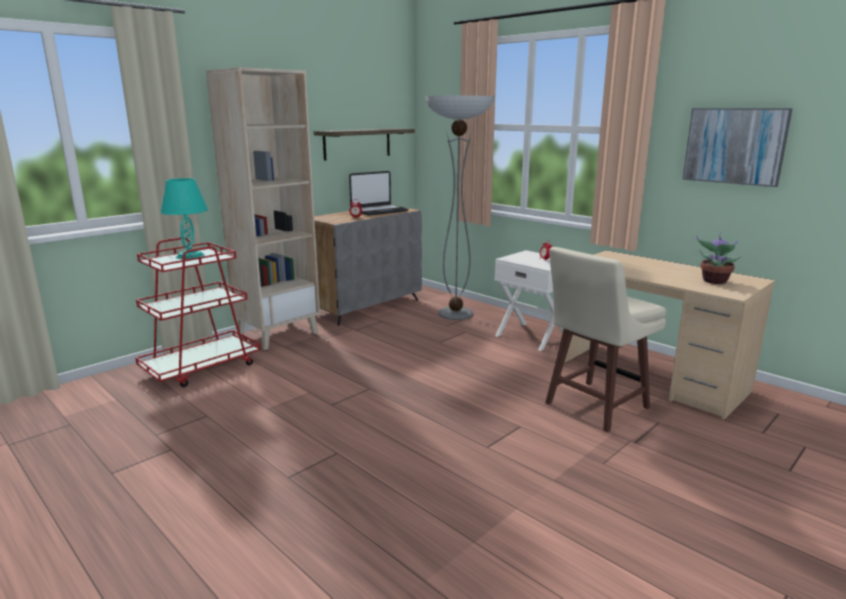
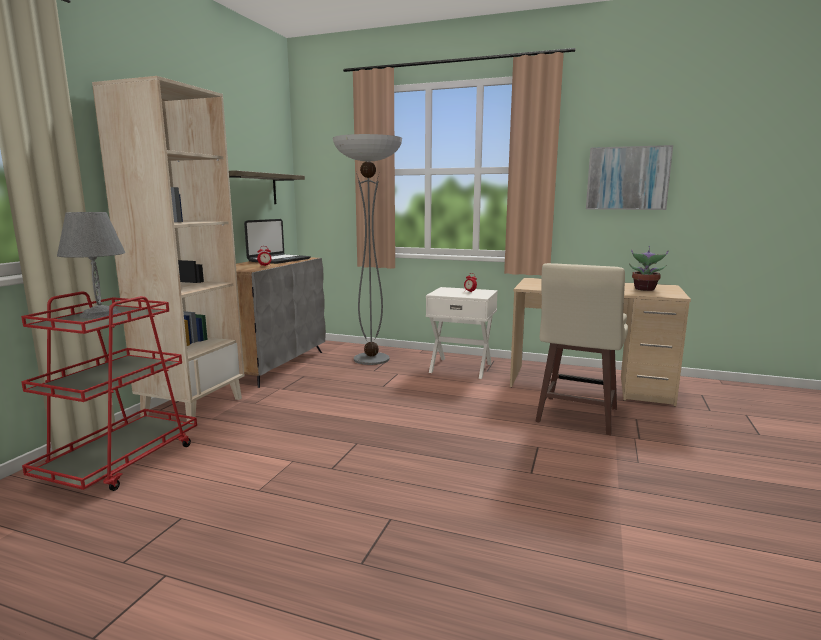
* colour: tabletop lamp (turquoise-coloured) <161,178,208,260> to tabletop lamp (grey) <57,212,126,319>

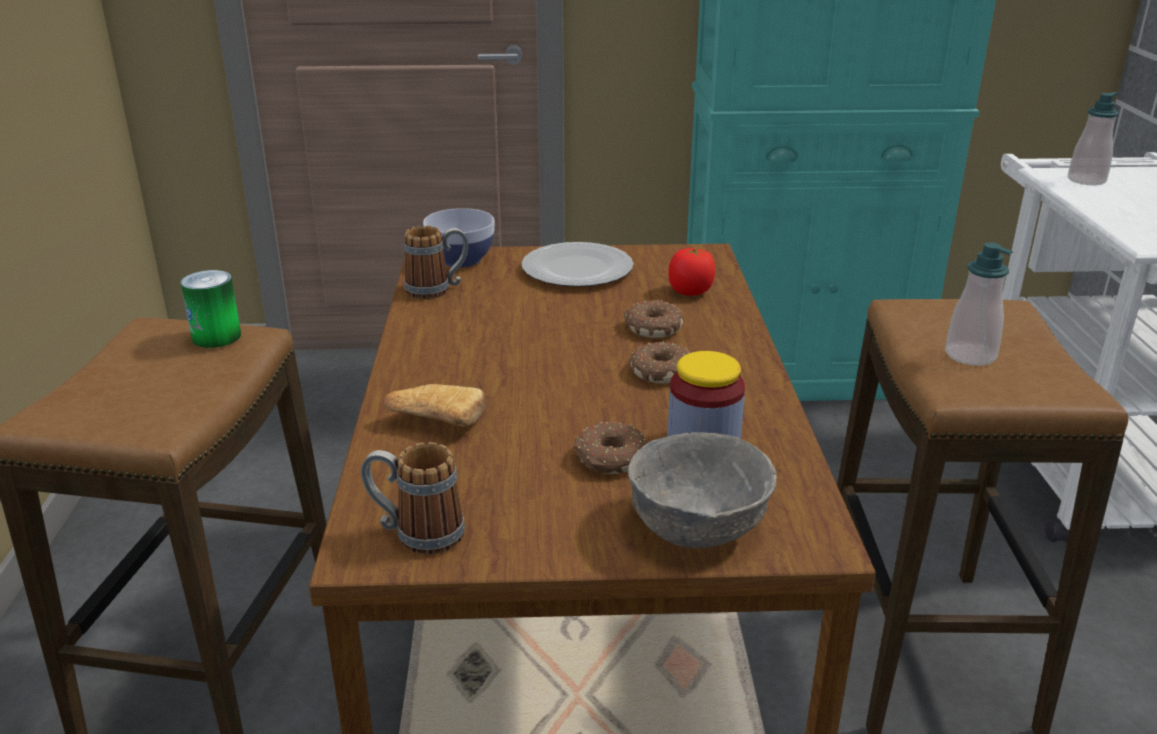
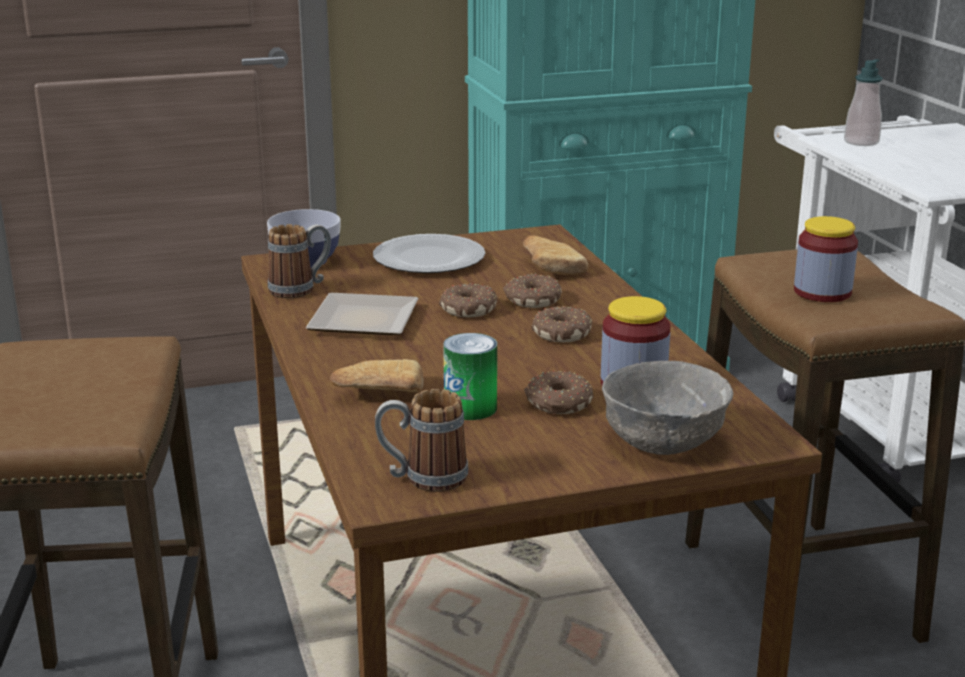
* relocated: metal can <181,270,241,348> to <443,333,497,420>
* exchanged: whole tomato <668,248,715,296> to bakery bread <523,235,588,275>
* exchanged: soap bottle <945,242,1013,366> to jar <794,216,858,302>
* appeared: dinner plate <306,293,419,335>
* appeared: donut <439,283,498,317>

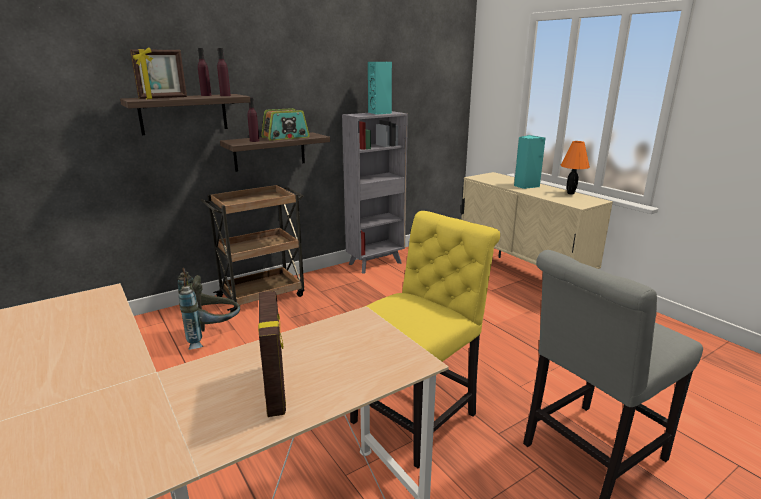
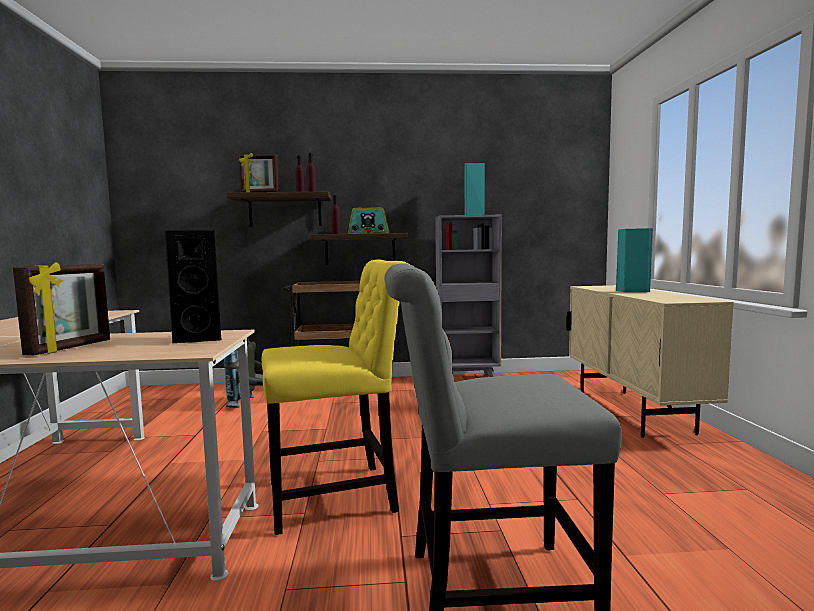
* missing: tabletop lamp (orange) <560,141,590,195>
* appeared: audio speaker (black) <165,230,222,344>

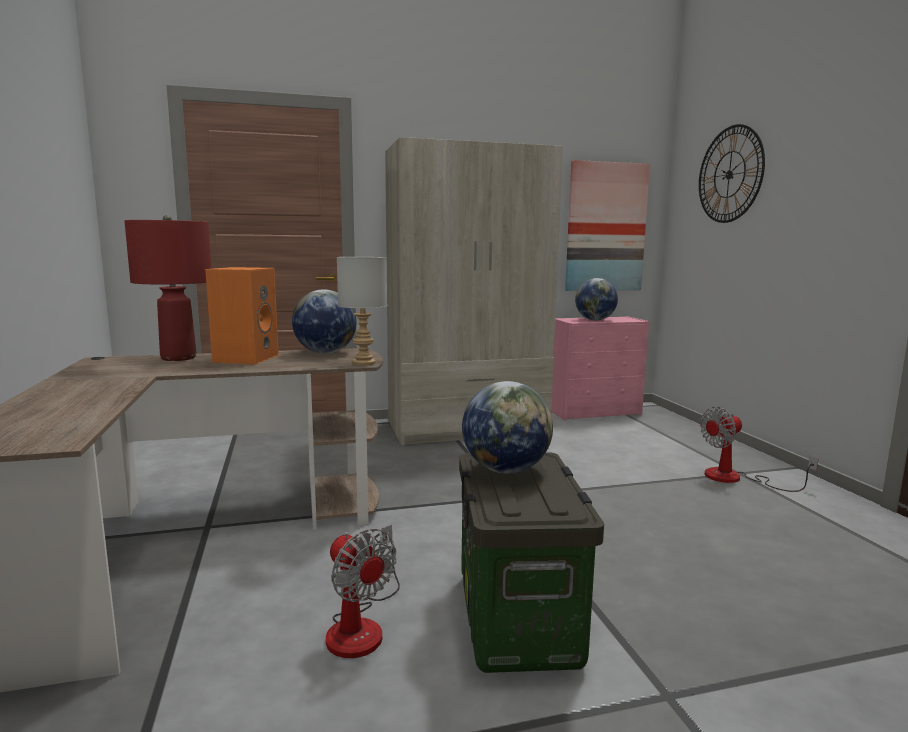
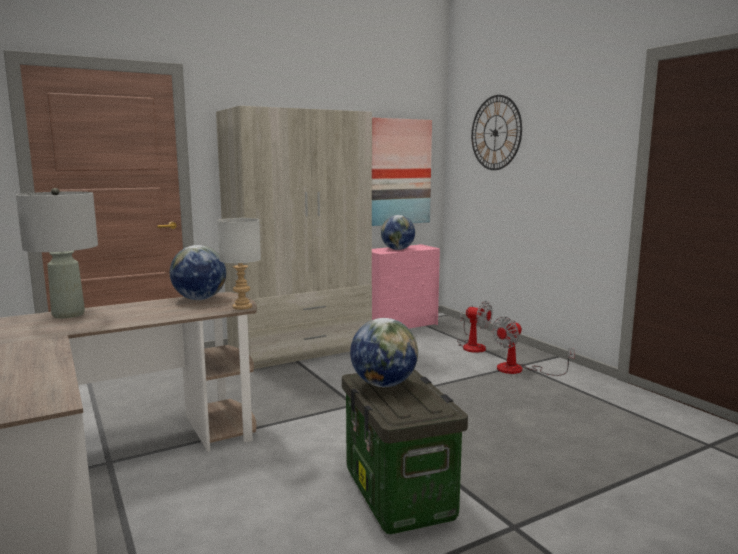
* colour: tabletop lamp (red-coloured) <124,215,211,361> to tabletop lamp (grey) <16,188,98,318>
* missing: audio speaker (orange) <205,267,279,365>
* relocated: cooling fan <326,525,400,658> to <457,301,493,353>

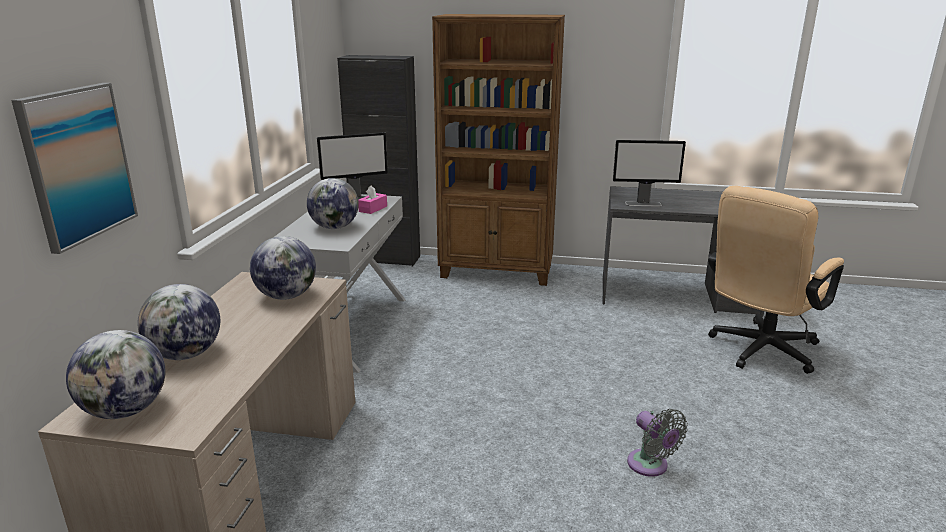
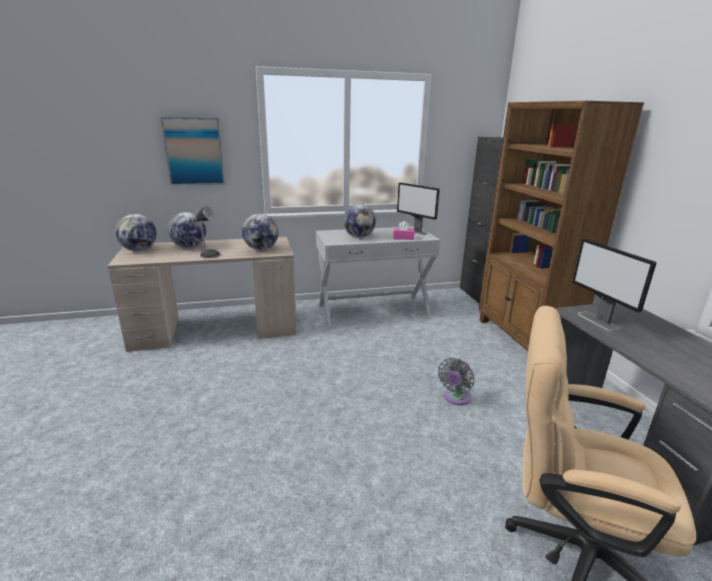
* relocated: cooling fan (grey) <627,409,688,477> to <438,358,475,405>
* appeared: tabletop lamp <193,206,220,259>

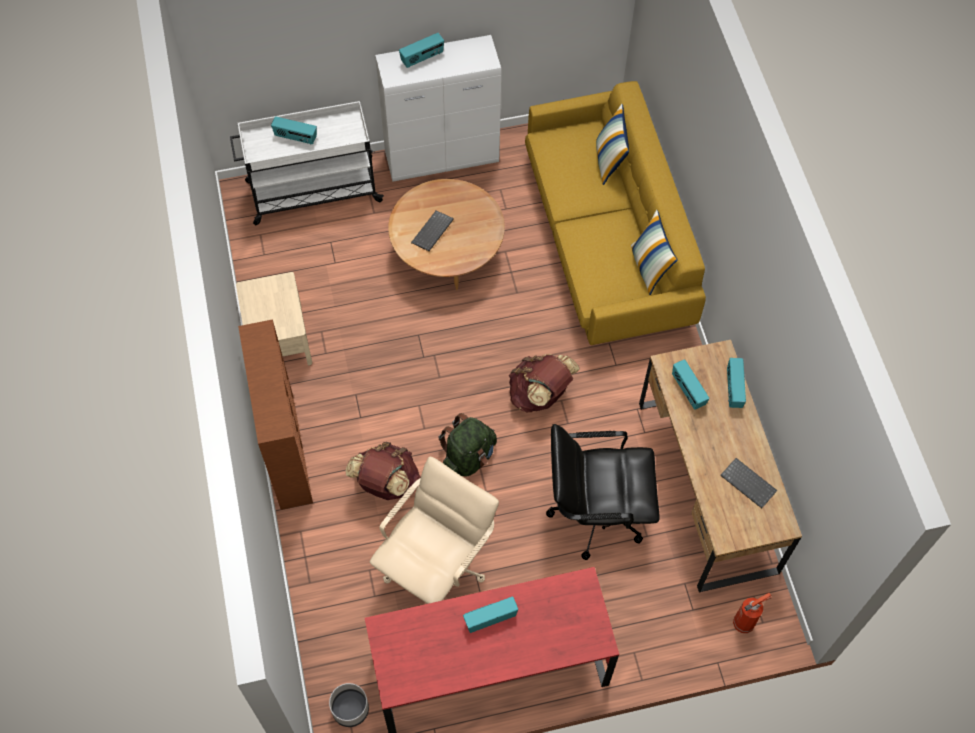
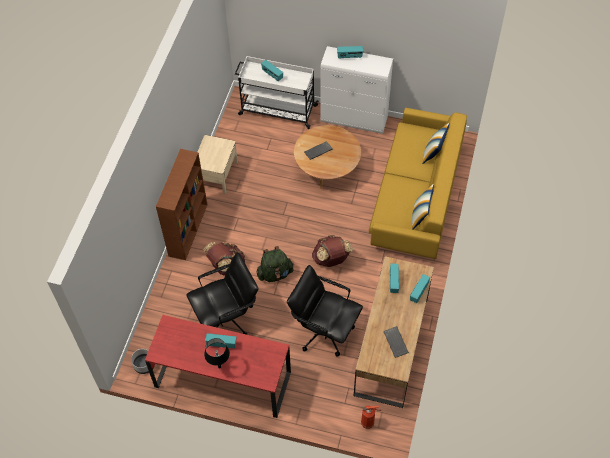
* colour: computer chair (beige-coloured) <370,456,499,604> to computer chair (black) <186,253,258,335>
* appeared: tabletop lamp (black) <204,338,230,369>

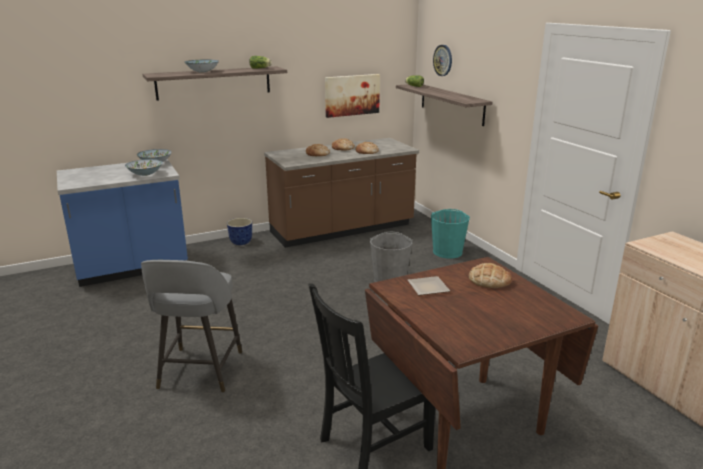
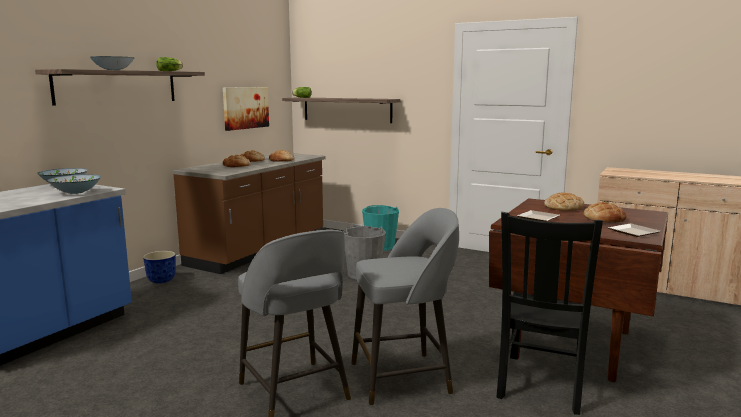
* missing: clock on the wall <433,45,452,76>
* appeared: stool seat (grey) <351,208,459,405>
* appeared: bakery bread <584,202,627,223>
* appeared: dinner plate <608,223,661,237>

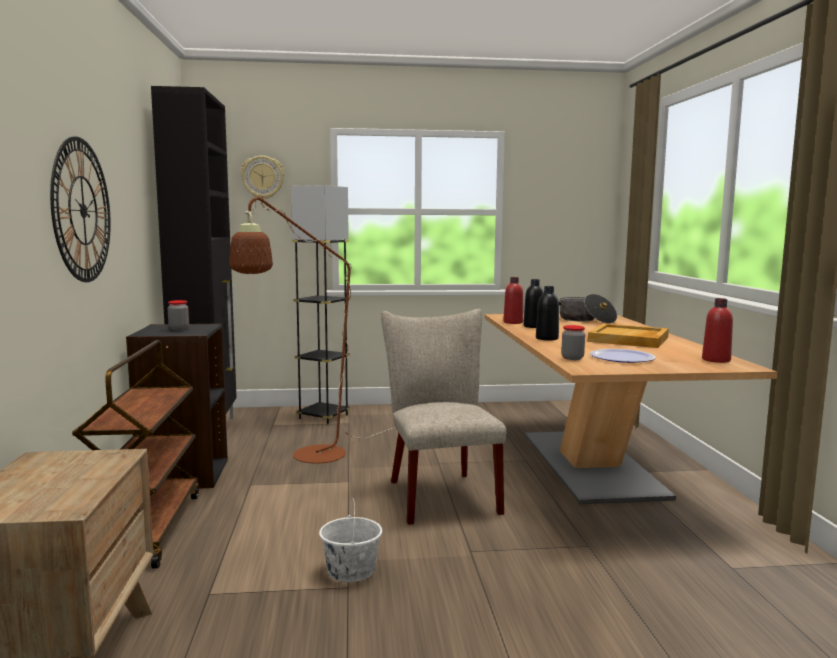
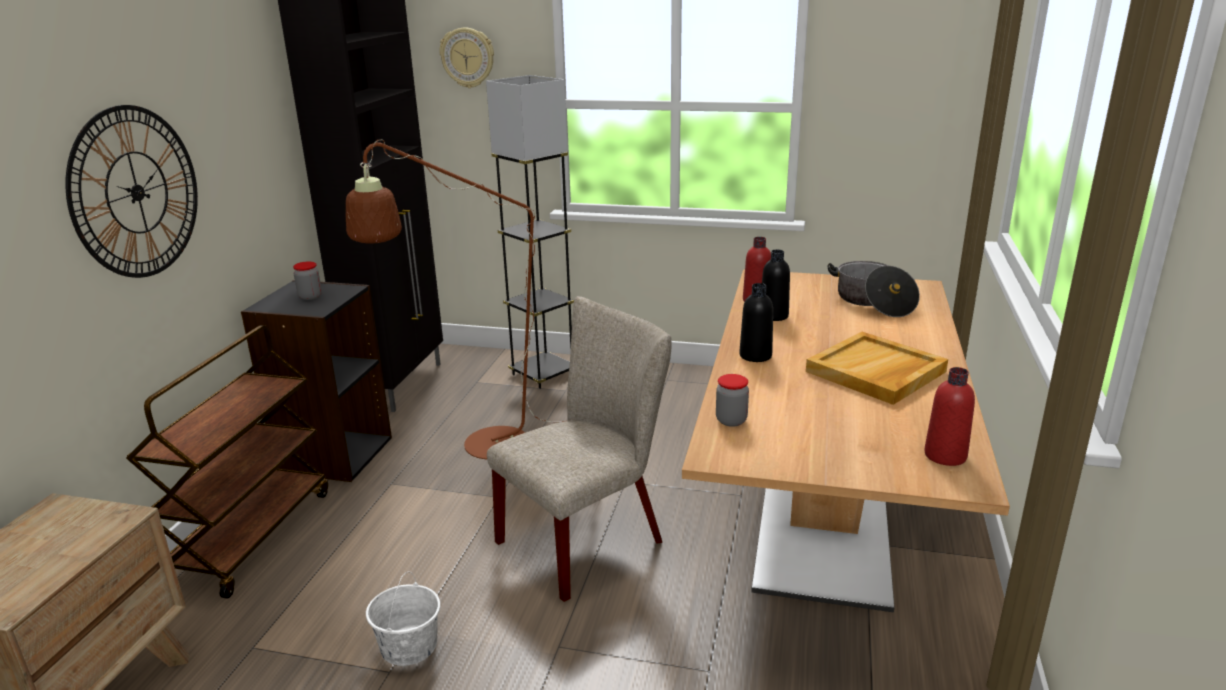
* spun: upright chair (beige-coloured) <381,309,506,525> = <487,296,672,602> 45 degrees clockwise
* missing: dinner plate <590,349,655,363>

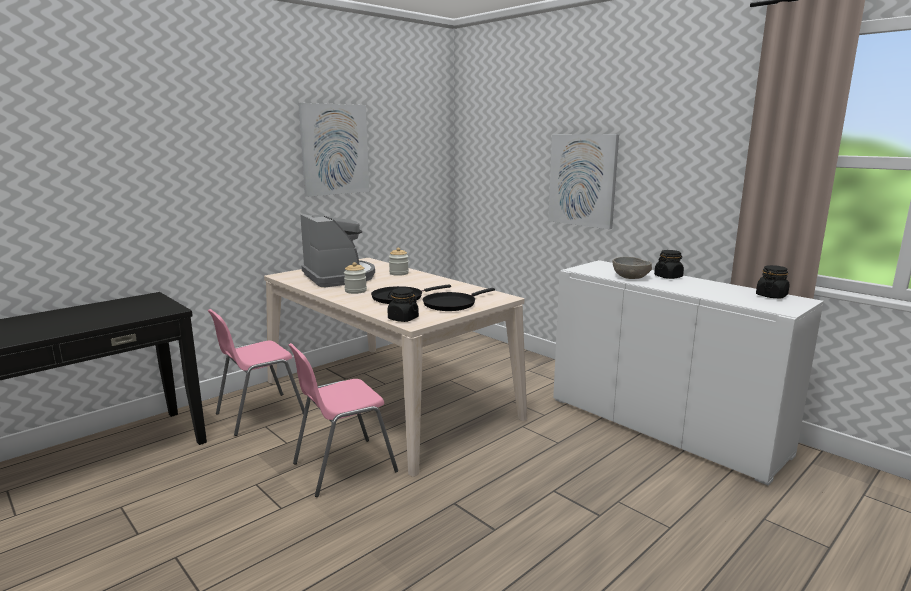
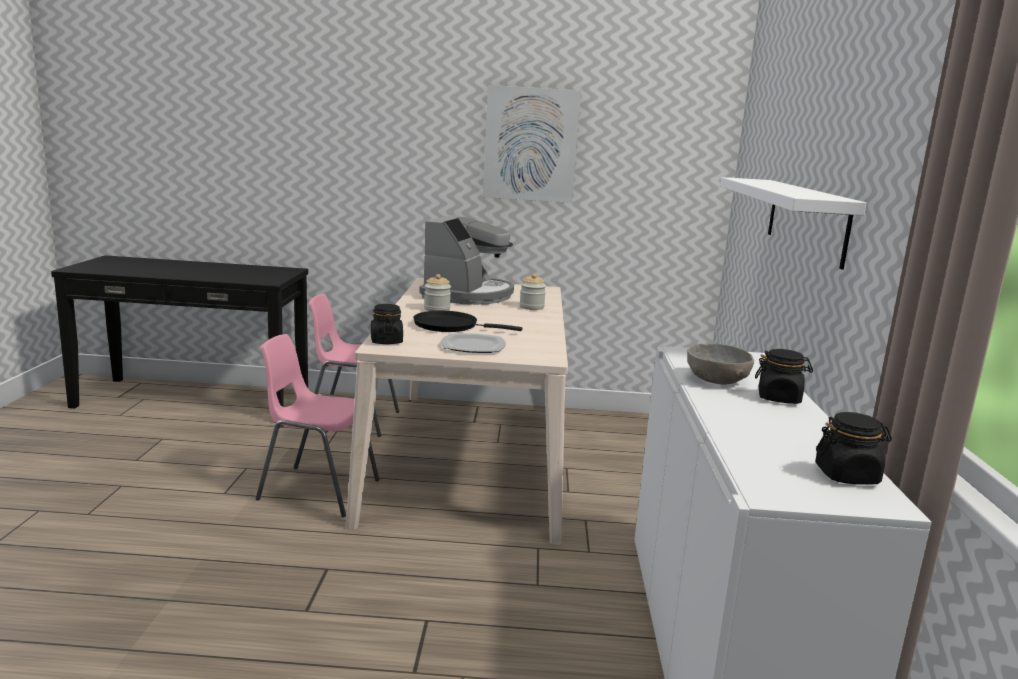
* exchanged: pan (black) <423,288,495,311> to dinner plate <441,333,506,353>
* exchanged: wall art <548,134,619,229> to wall shelf (whitish) <720,177,866,270>

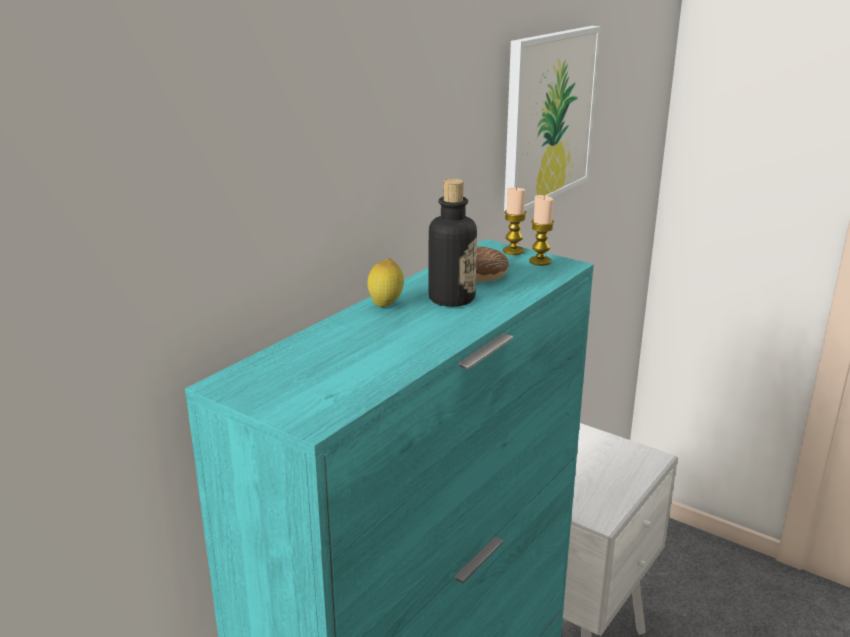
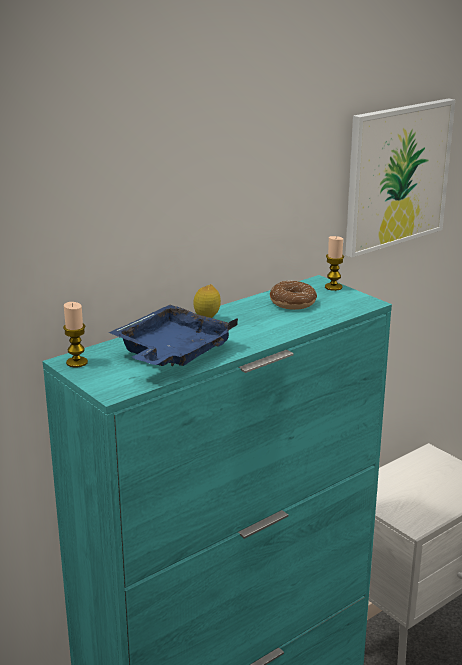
* missing: beverage bottle <429,179,477,307>
* relocated: wax candle <529,195,554,266> to <63,302,88,367>
* appeared: tray (blue) <109,305,238,366>

